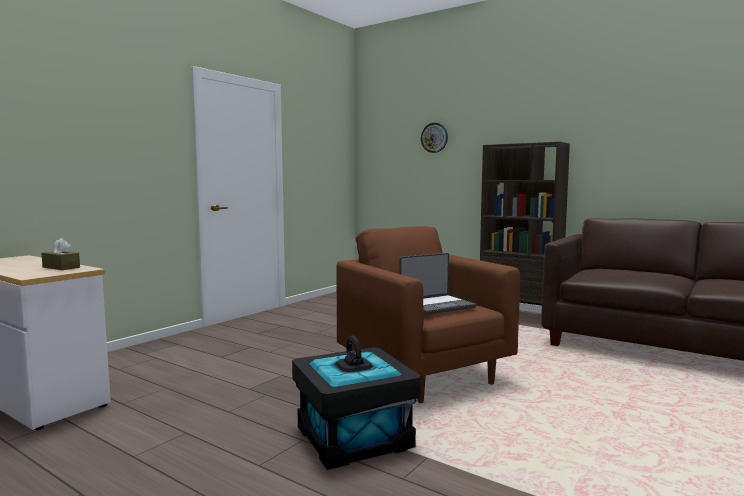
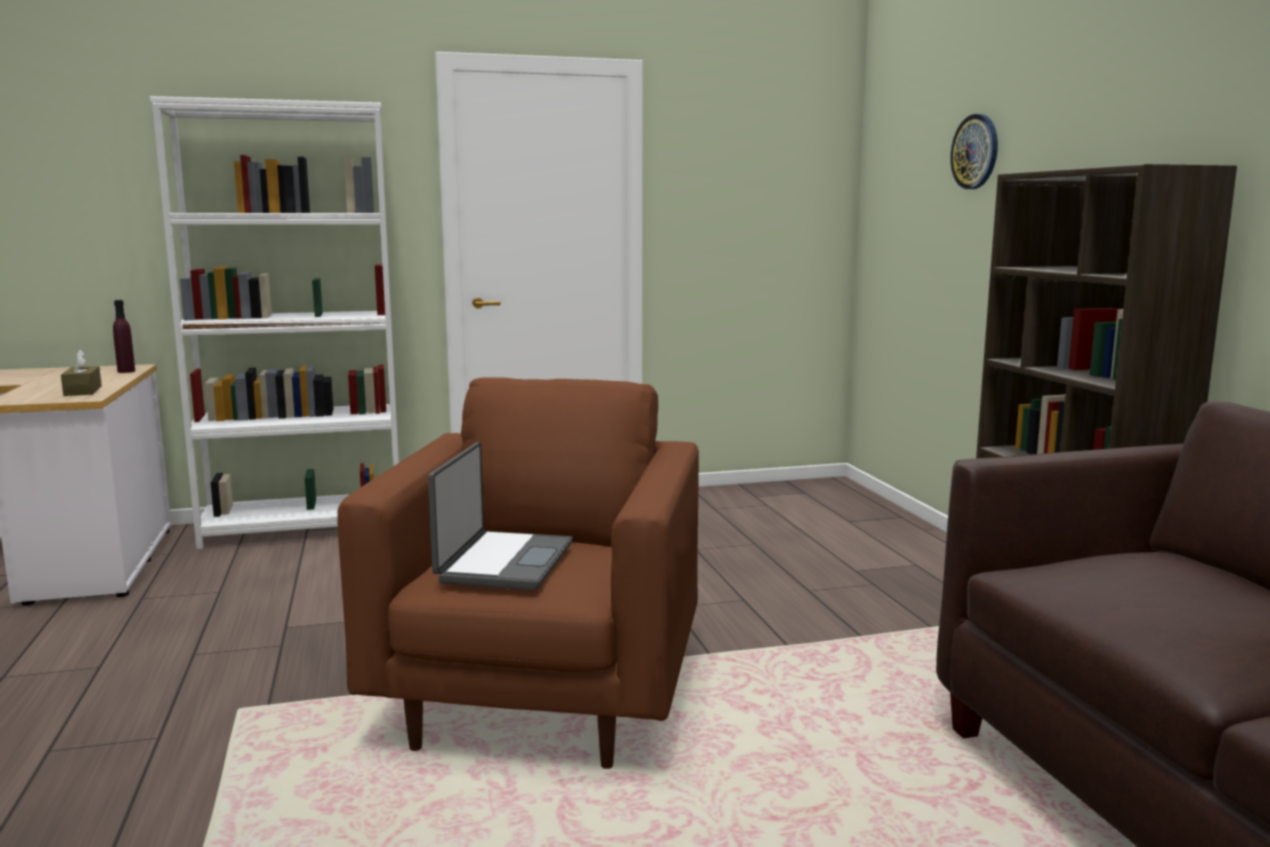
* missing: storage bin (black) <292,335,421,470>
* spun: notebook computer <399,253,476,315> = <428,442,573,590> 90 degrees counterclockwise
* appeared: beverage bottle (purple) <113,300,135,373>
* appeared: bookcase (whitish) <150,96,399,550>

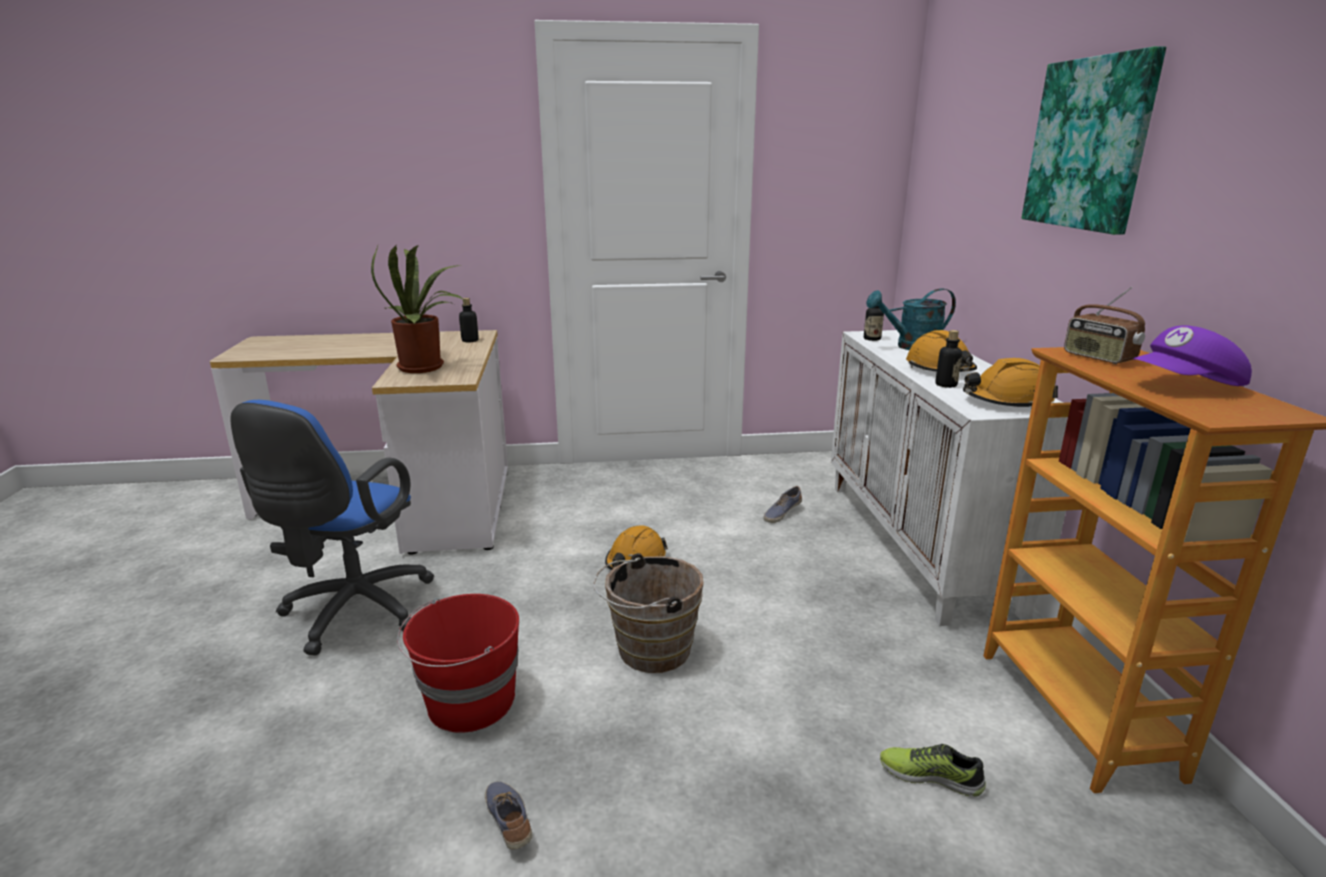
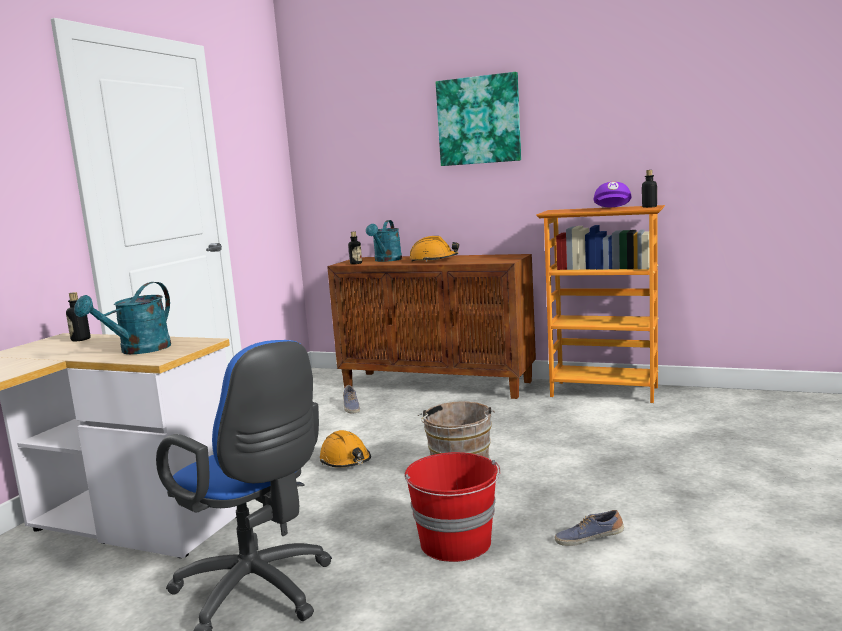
* exchanged: potted plant <371,245,464,373> to watering pot (turquoise-coloured) <74,282,171,354>
* colour: cabinet (whitish) <831,330,1069,626> to cabinet (brown-coloured) <327,254,536,399>
* missing: low shoe <880,744,986,797>
* relocated: beverage bottle <935,330,962,388> to <642,170,657,208>
* missing: safety helmet (orange) <963,358,1058,407>
* missing: radio <1064,287,1145,364>

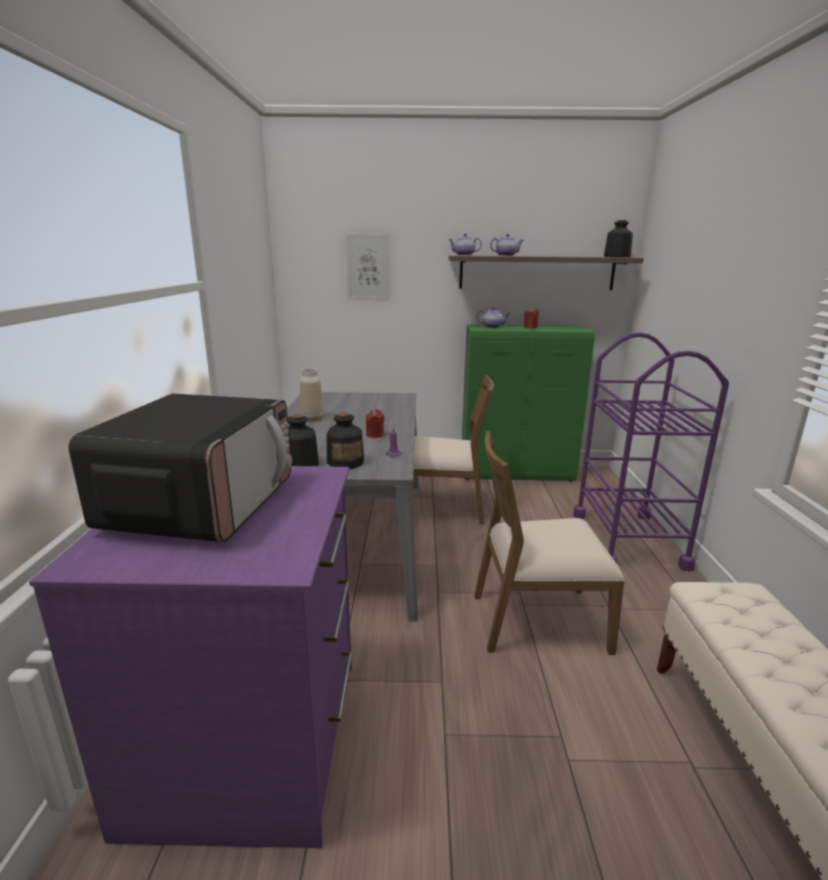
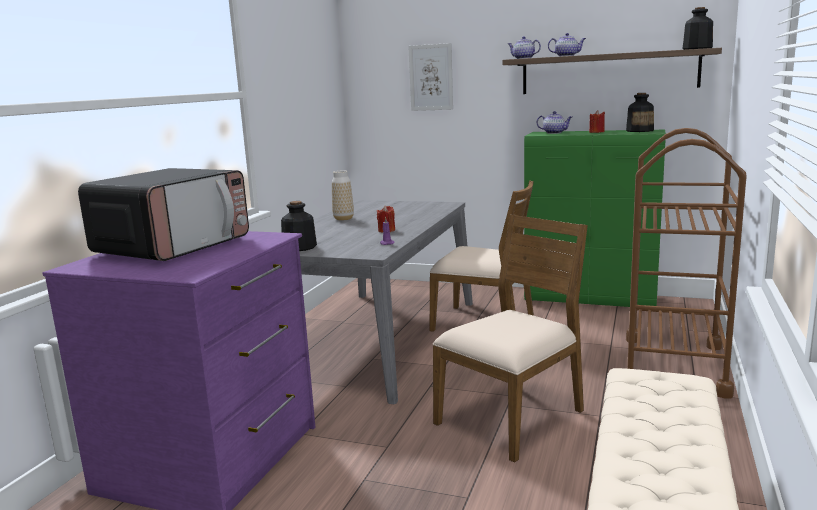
* relocated: beverage bottle <327,412,364,469> to <626,93,654,132>
* spun: upright chair (brown-coloured) <474,431,625,655> = <432,214,588,463> 120 degrees clockwise
* colour: wheeled cart (purple) <573,332,729,571> to wheeled cart (brown-coloured) <626,128,747,399>

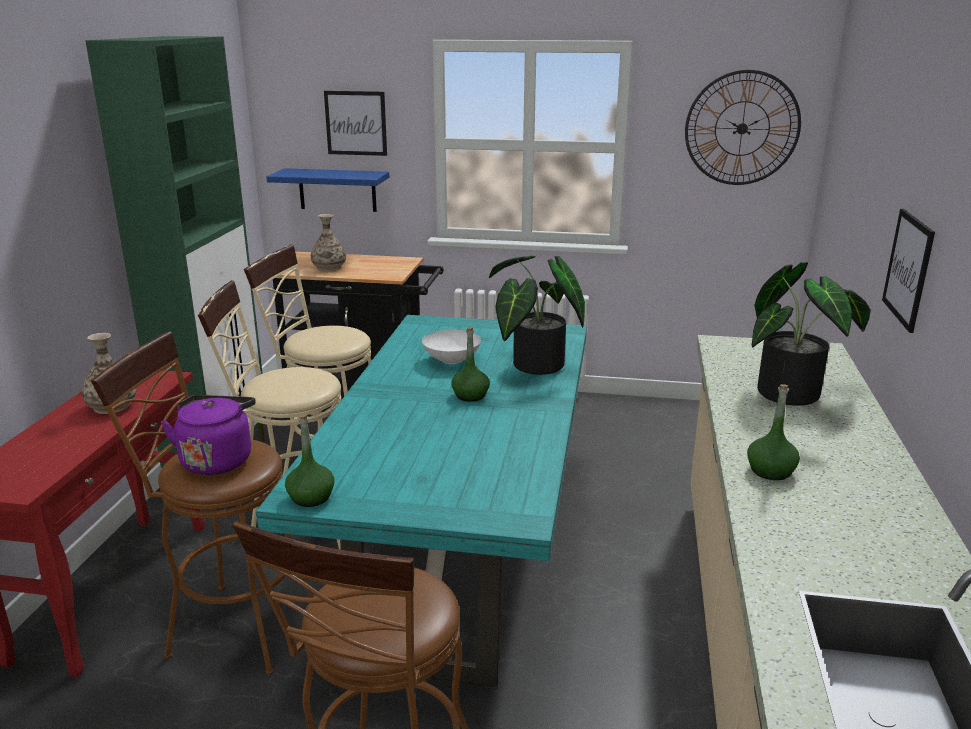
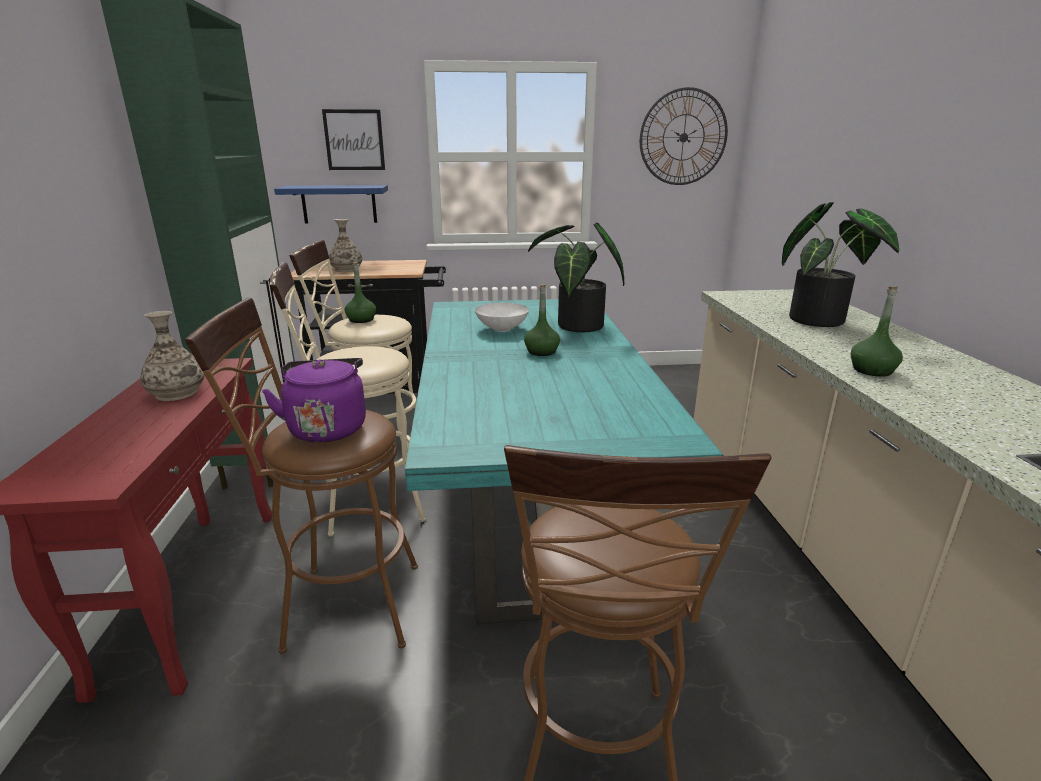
* relocated: beverage bottle (green-coloured) <285,413,335,507> to <345,262,376,323>
* missing: wall art <882,209,935,333>

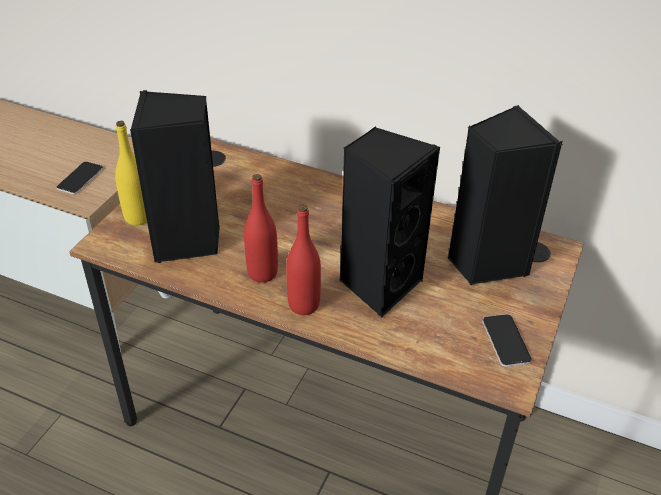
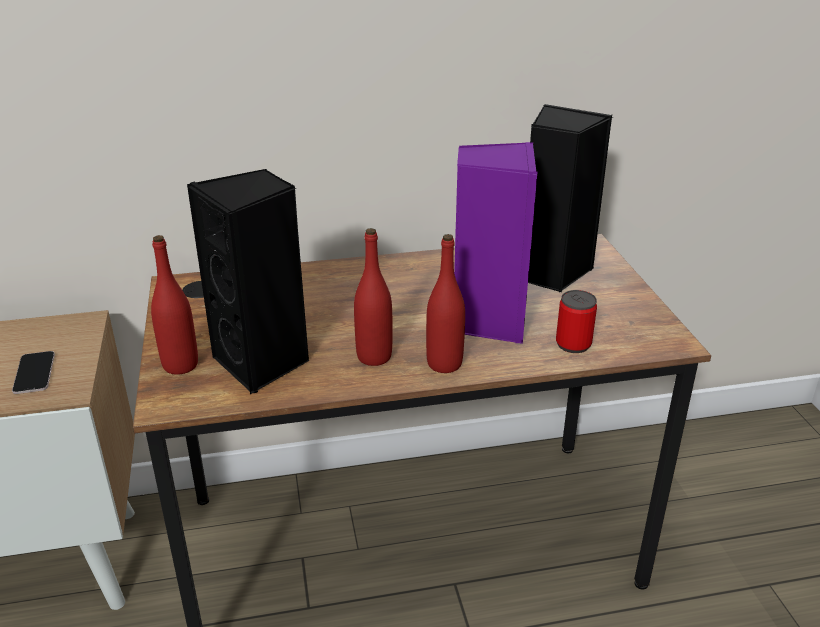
* colour: beverage bottle (yellow) <115,121,147,225> to beverage bottle (red-coloured) <151,235,198,375>
* colour: audio speaker (black) <339,126,440,318> to audio speaker (purple) <454,142,537,344>
* missing: handset <482,314,532,367>
* appeared: metal can <556,290,597,353>

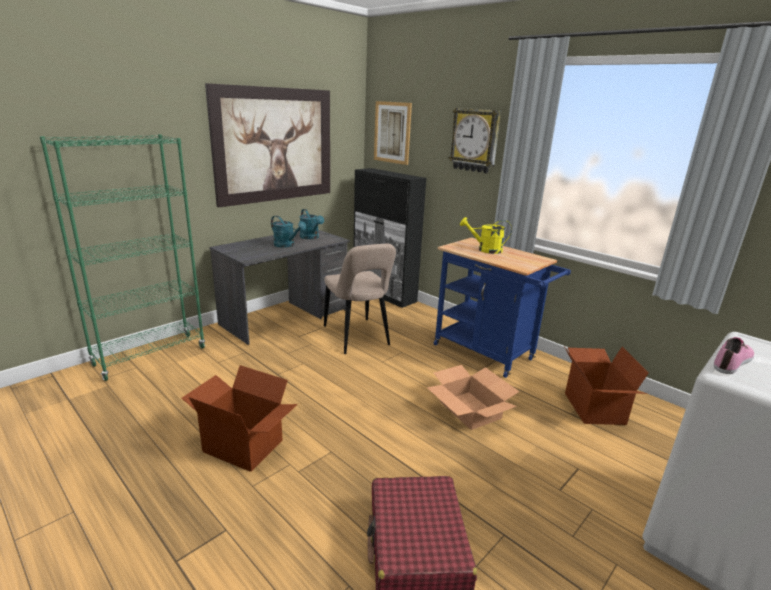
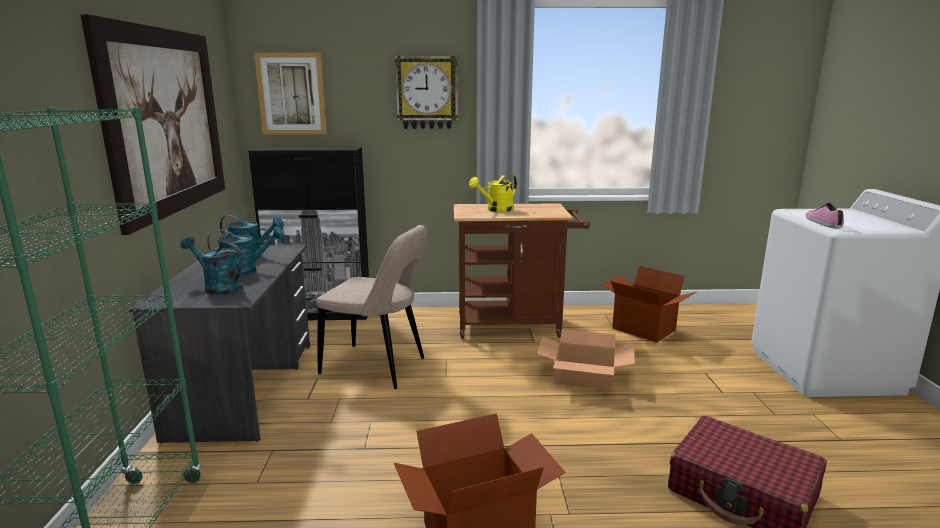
* colour: wheeled cart (blue) <434,238,571,378> to wheeled cart (brown-coloured) <454,204,590,339>
* appeared: watering pot (turquoise-coloured) <180,236,243,295>

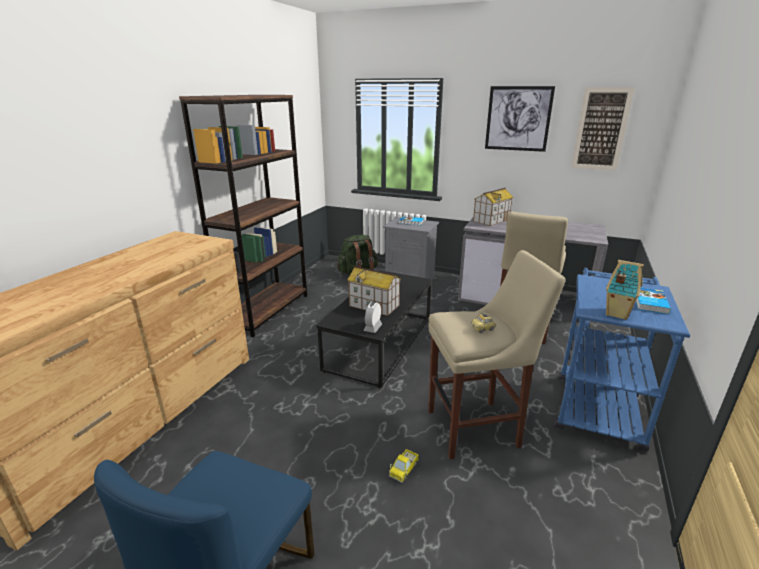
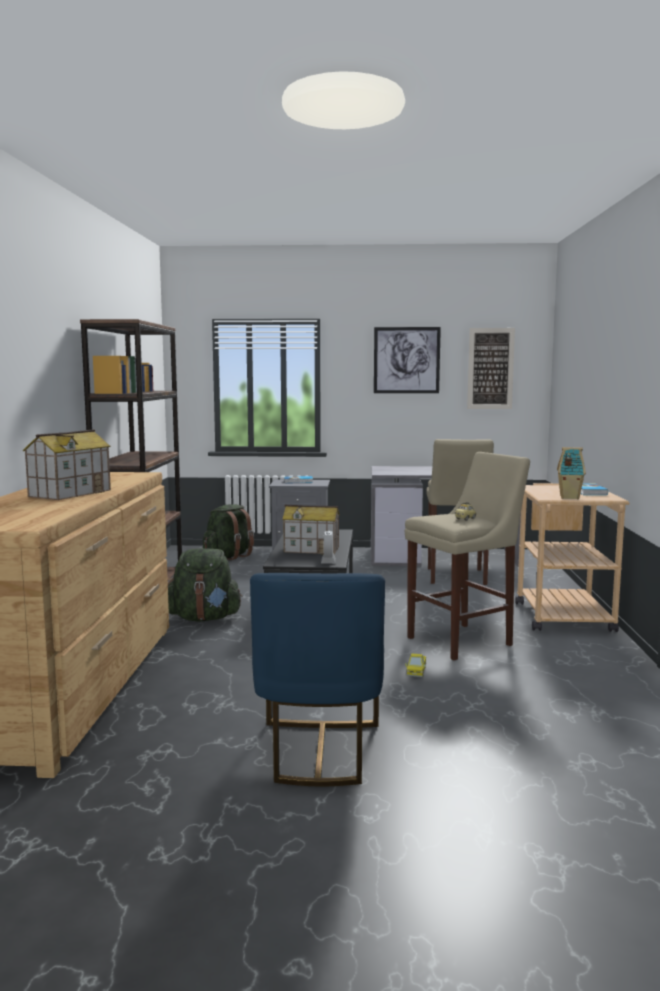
* relocated: model house <473,188,514,226> to <23,429,111,500>
* colour: wheeled cart (blue) <555,268,690,451> to wheeled cart (beige-coloured) <515,483,629,632>
* appeared: rucksack (green-coloured) <168,548,243,622>

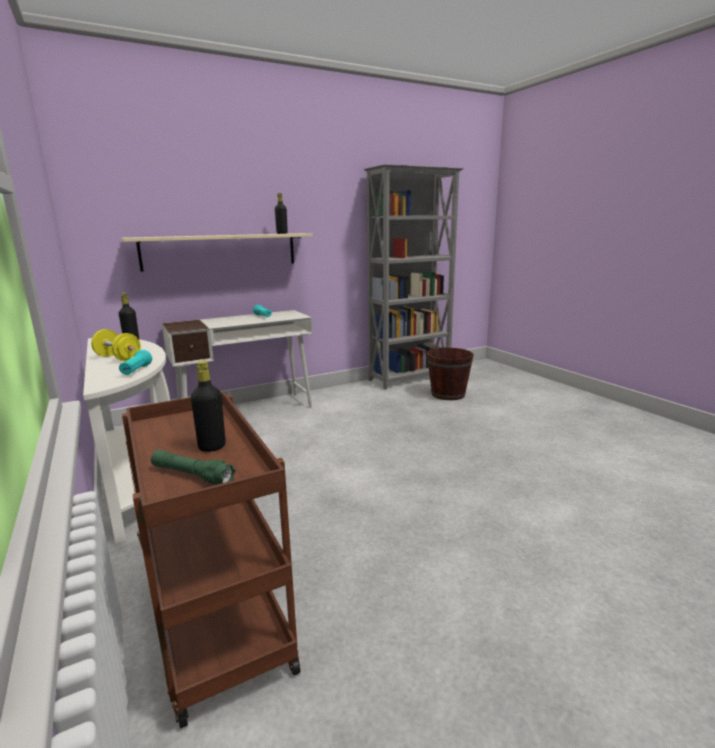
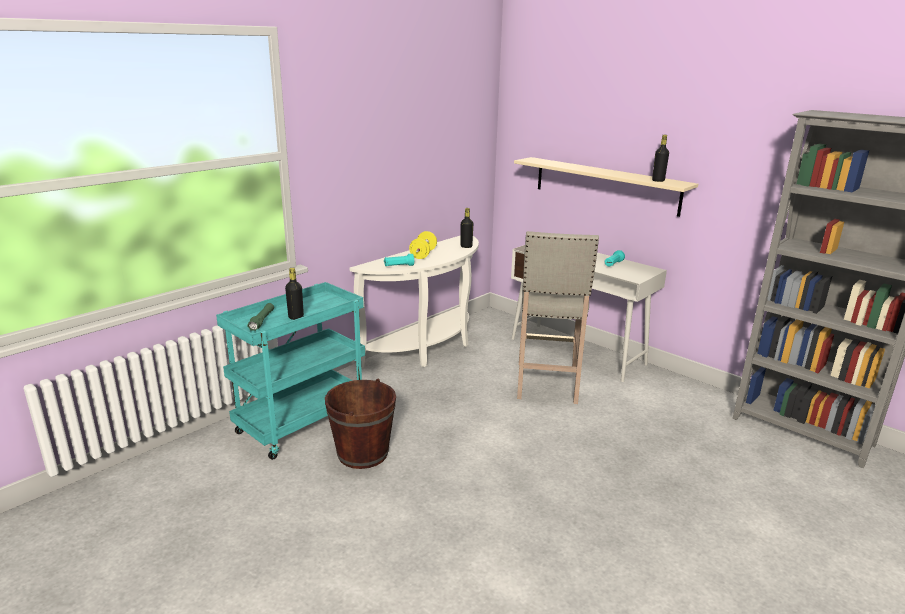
* colour: wheeled cart (brown-coloured) <122,392,300,729> to wheeled cart (turquoise-coloured) <216,282,365,460>
* relocated: water bucket (brown-coloured) <427,348,474,400> to <325,379,396,469>
* appeared: stool seat (beige-coloured) <517,231,599,404>

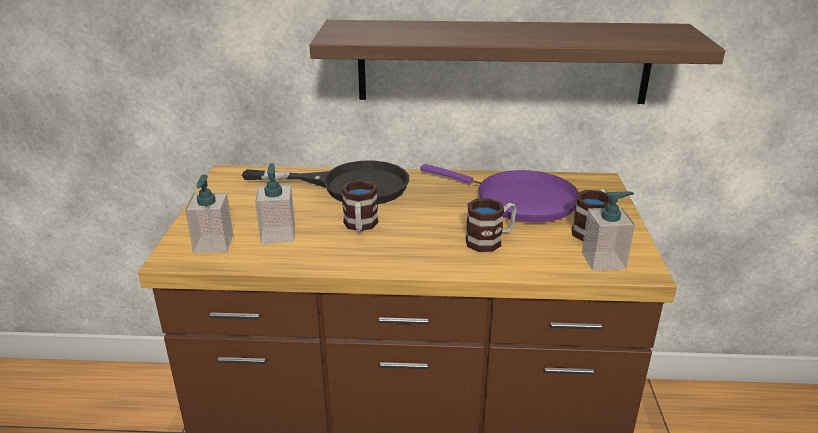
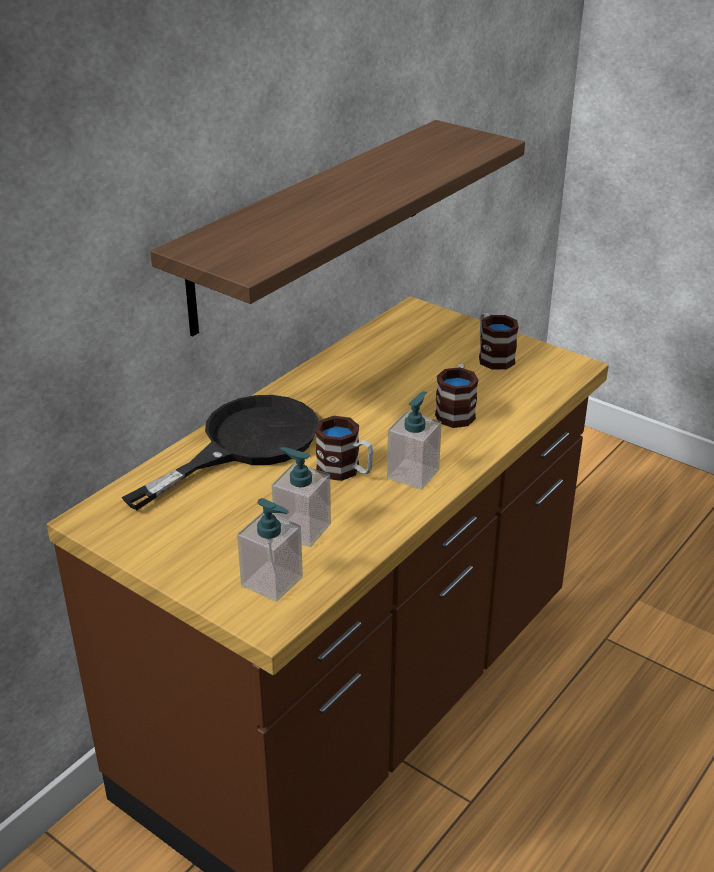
* missing: pan (purple) <420,164,579,222>
* relocated: soap bottle <582,191,635,271> to <387,391,442,490>

